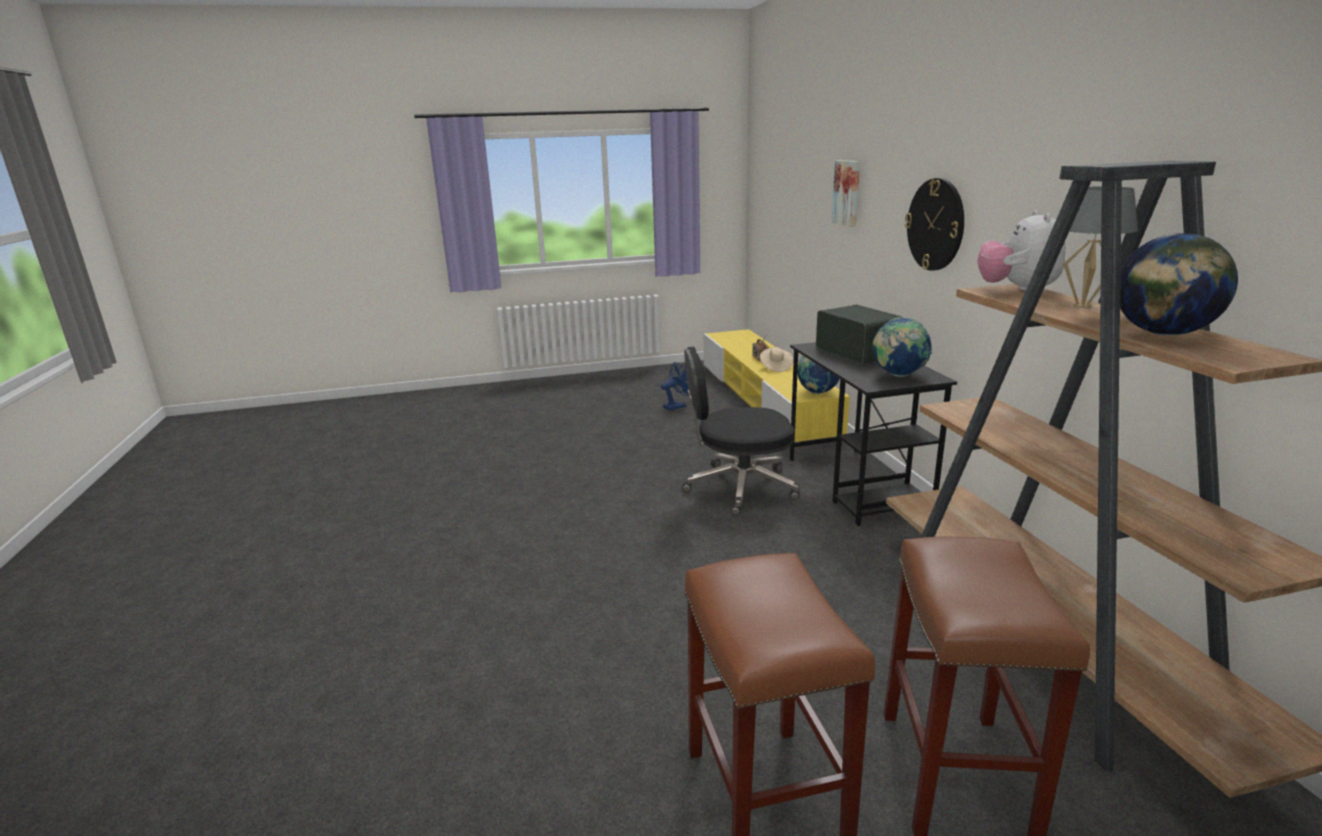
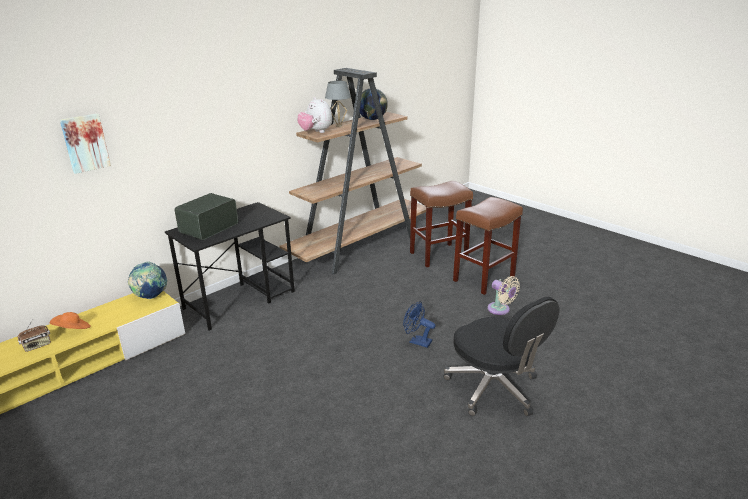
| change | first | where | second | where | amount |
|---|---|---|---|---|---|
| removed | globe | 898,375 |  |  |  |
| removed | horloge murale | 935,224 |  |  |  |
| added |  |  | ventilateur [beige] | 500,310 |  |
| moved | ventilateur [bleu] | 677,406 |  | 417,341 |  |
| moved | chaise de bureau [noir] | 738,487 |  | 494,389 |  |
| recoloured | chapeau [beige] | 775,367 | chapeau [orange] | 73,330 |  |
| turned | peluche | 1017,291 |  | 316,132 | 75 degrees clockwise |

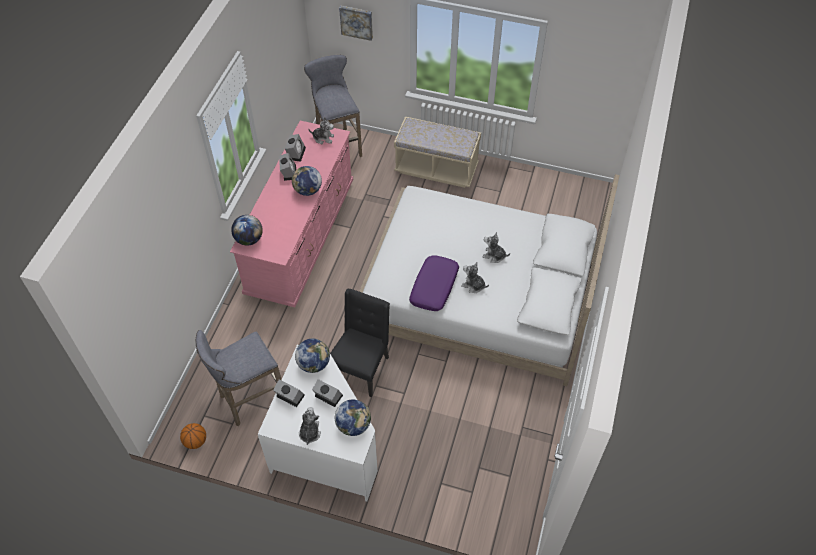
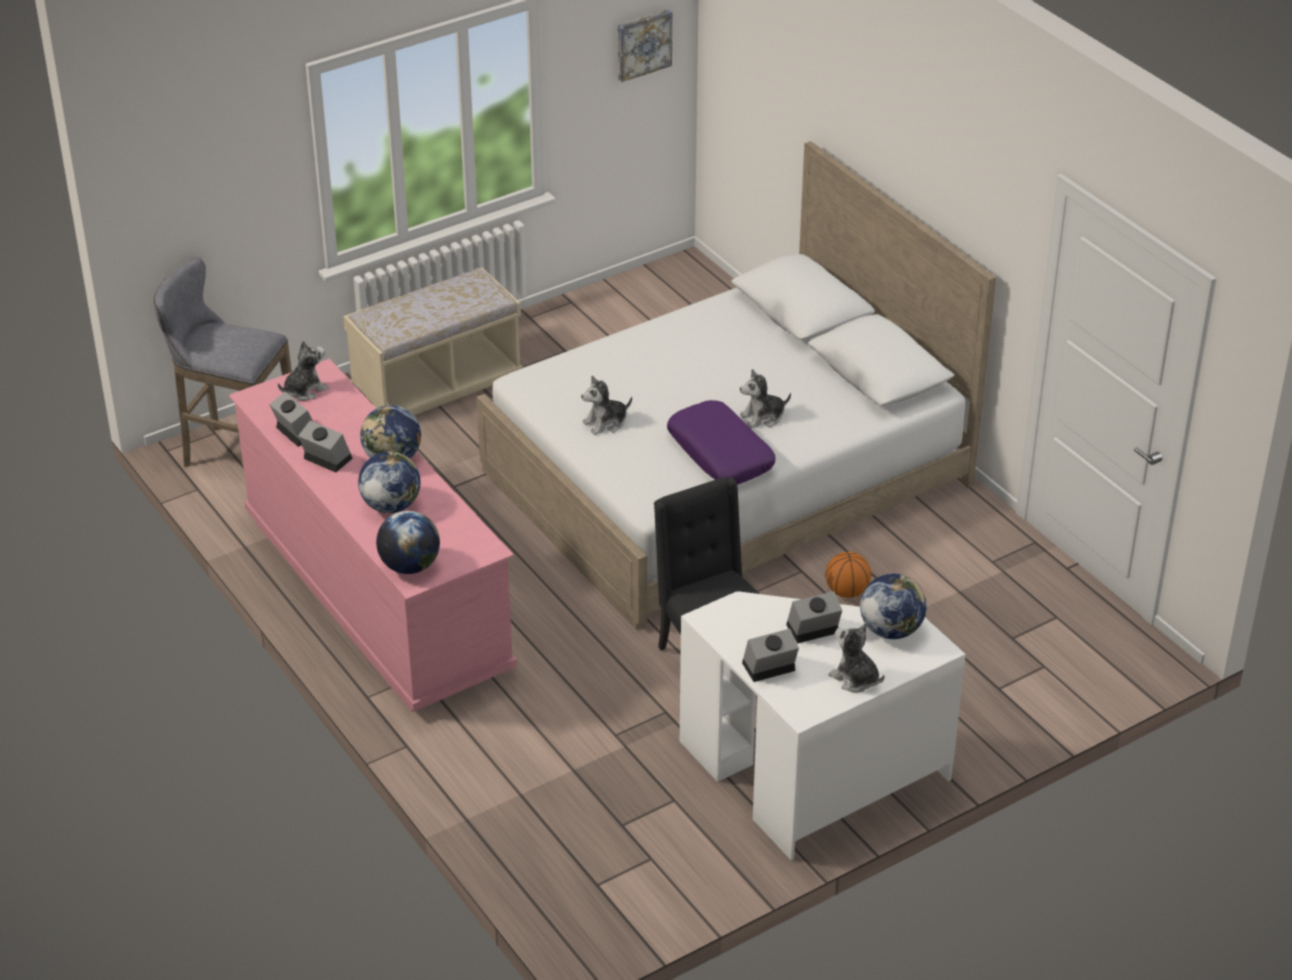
| change | first | where | second | where | amount |
|---|---|---|---|---|---|
| removed | tabouret [gris] | 250,400 |  |  |  |
| moved | ballon de basket | 195,441 |  | 846,592 |  |
| moved | globe | 314,364 |  | 391,505 |  |
| moved | tableau | 356,22 |  | 643,44 |  |
| moved | peluche | 494,256 |  | 606,423 |  |

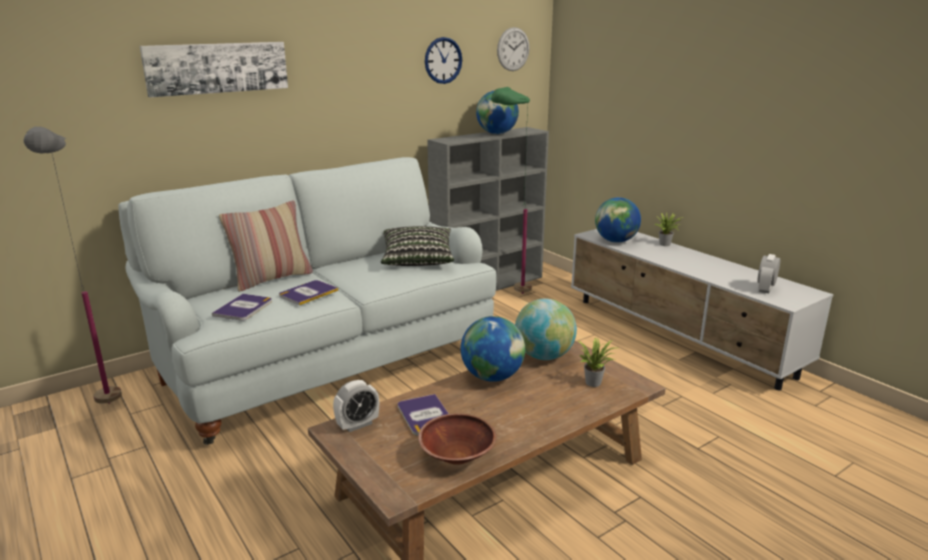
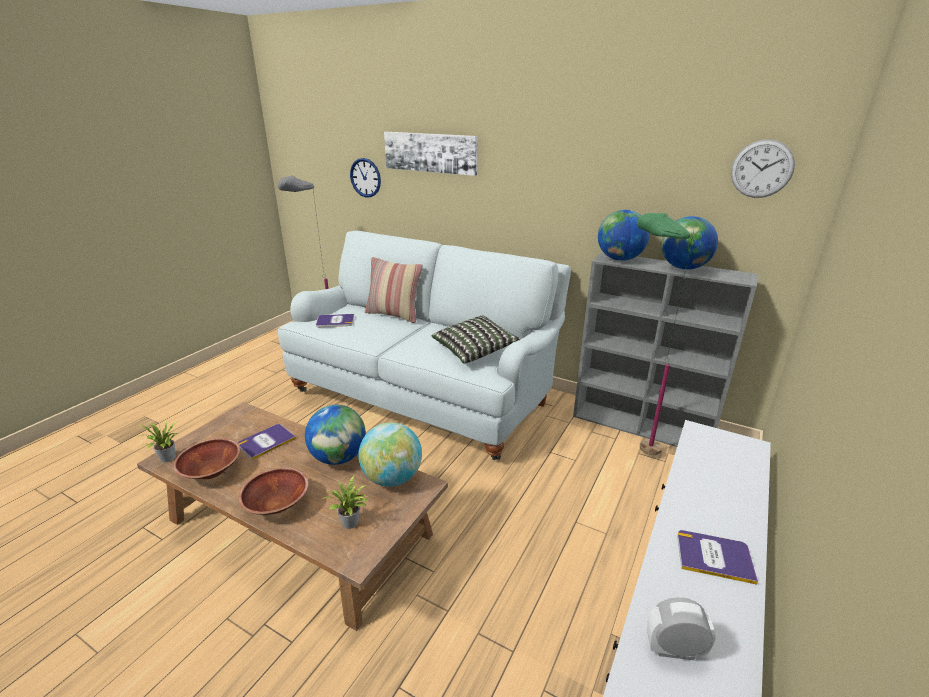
| change | first | where | second | where | amount |
|---|---|---|---|---|---|
| removed | réveil | 357,425 |  |  |  |
| added |  |  | bol [marron] | 277,504 |  |
| moved | livre | 308,293 |  | 714,557 |  |
| moved | horloge murale | 443,60 |  | 365,177 |  |
| moved | globe | 615,241 |  | 619,259 |  |
| moved | plante en pot | 666,244 |  | 167,459 |  |

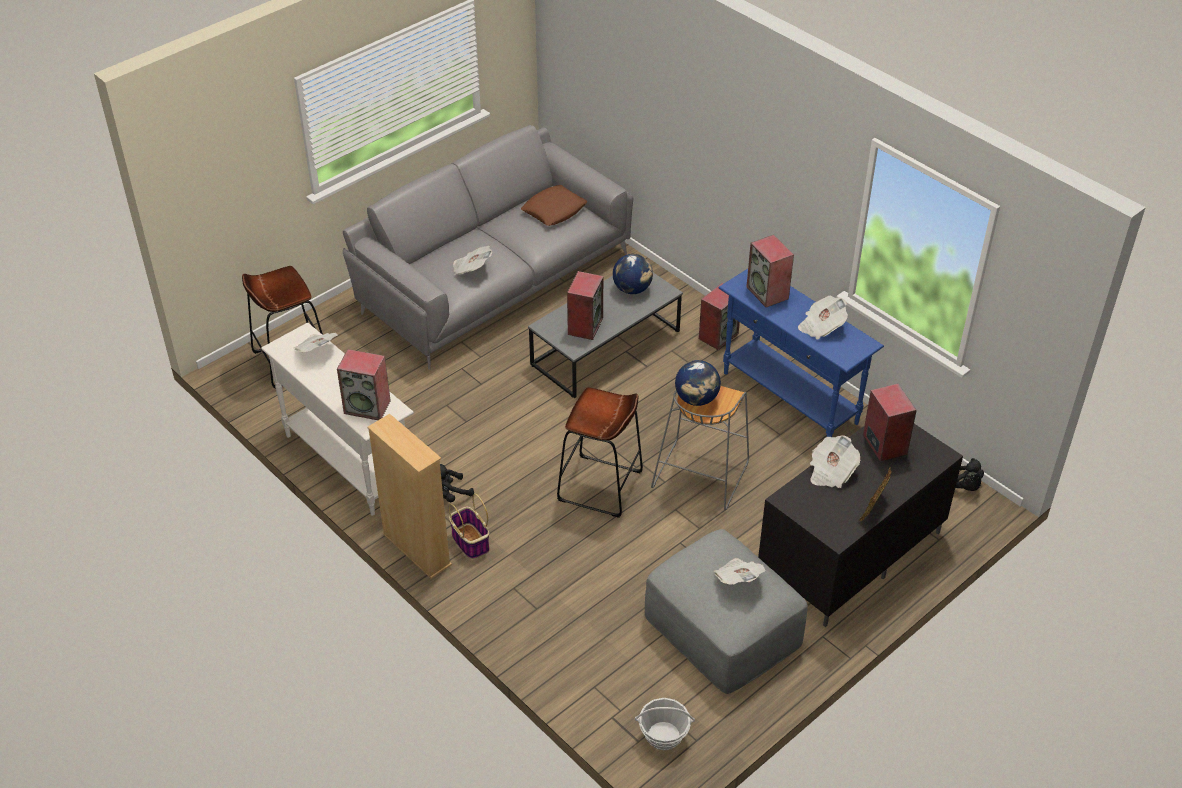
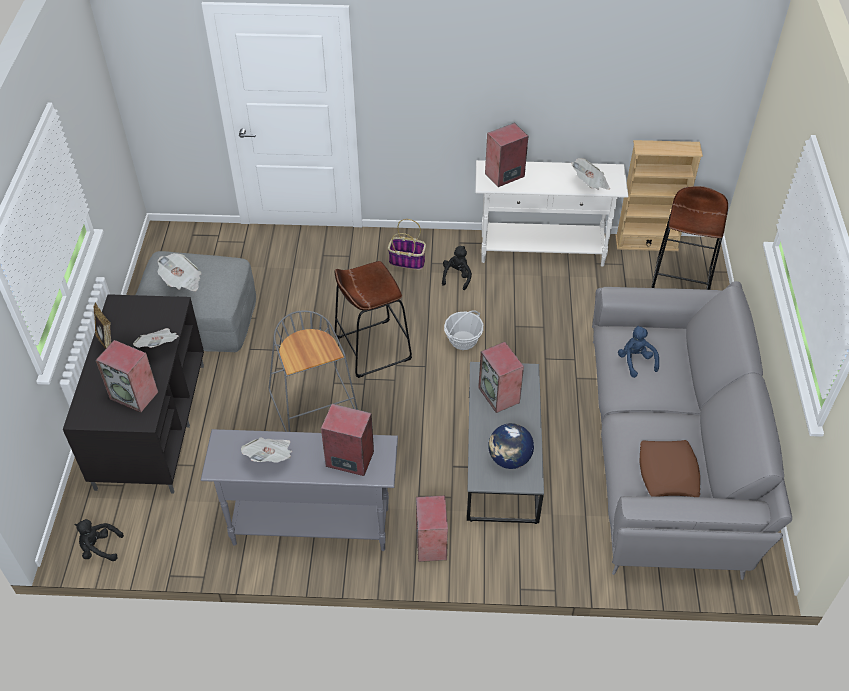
| change | first | where | second | where | amount |
|---|---|---|---|---|---|
| removed | globe | 696,399 |  |  |  |
| moved | bibliothèque [beige] | 416,549 |  | 646,243 |  |
| moved | panier | 663,736 |  | 463,340 |  |
| replaced | journal | 471,269 | peluche [bleu] | 636,361 |  |
| recoloured | table console [bleu] | 790,398 | table console [gris] | 310,526 |  |

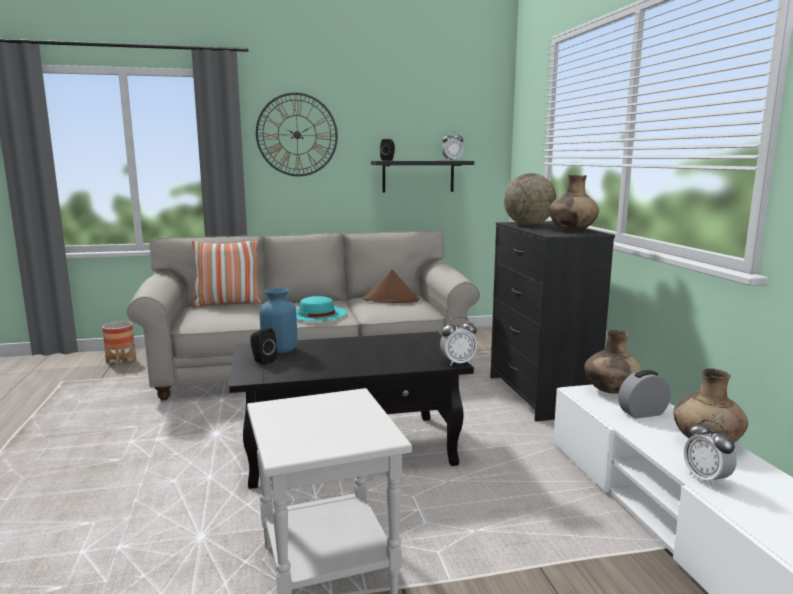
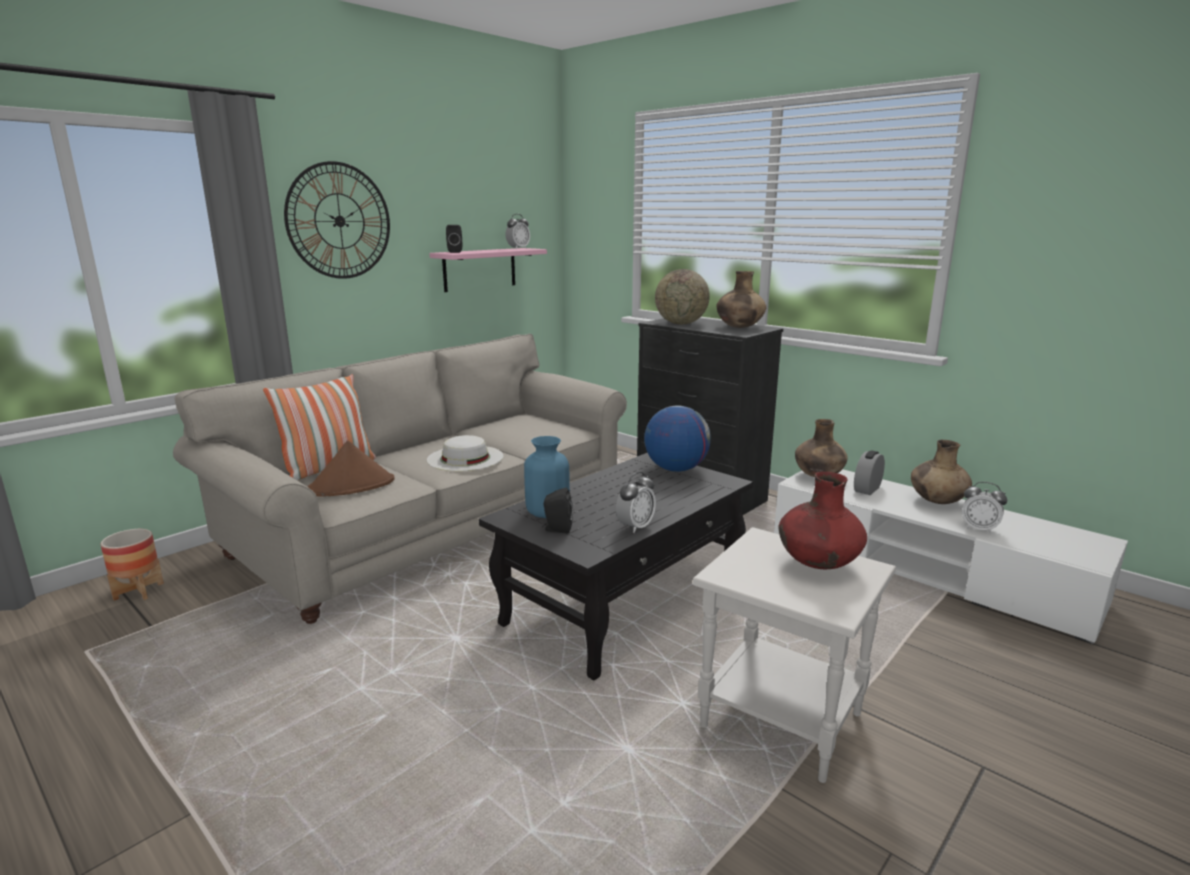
| change | first | where | second | where | amount |
|---|---|---|---|---|---|
| added |  |  | globe | 675,469 |  |
| added |  |  | vase [rouge] | 817,564 |  |
| moved | chapeau [marron] | 391,300 |  | 351,486 |  |
| moved | réveil | 458,363 |  | 635,527 |  |
| recoloured | chapeau [turquoise] | 316,313 | chapeau [blanc] | 465,458 |  |
| recoloured | étagère [noir] | 418,176 | étagère [rose] | 480,269 |  |

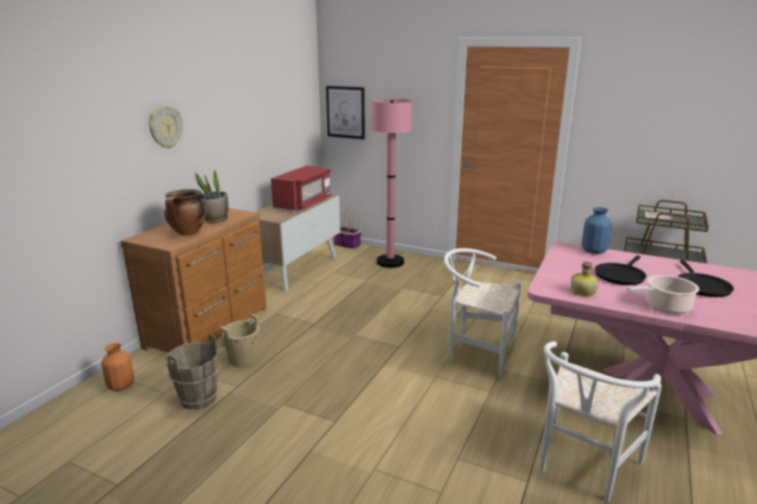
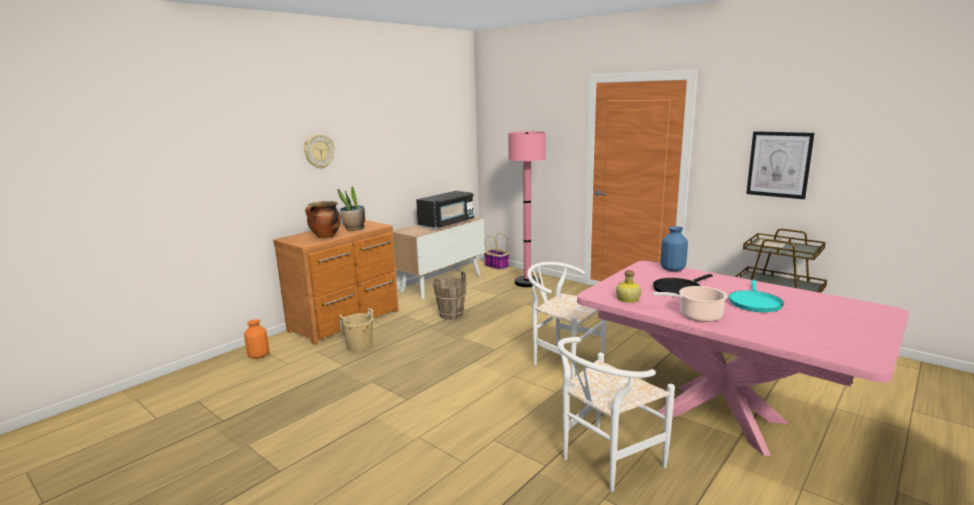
| change | first | where | second | where | amount |
|---|---|---|---|---|---|
| moved | seau [marron] | 198,399 |  | 451,315 |  |
| moved | tableau | 345,112 |  | 779,164 |  |
| recoloured | micro-ondes [rouge] | 303,204 | micro-ondes [noir] | 447,223 |  |
| recoloured | poêle [noir] | 701,286 | poêle [turquoise] | 754,303 |  |

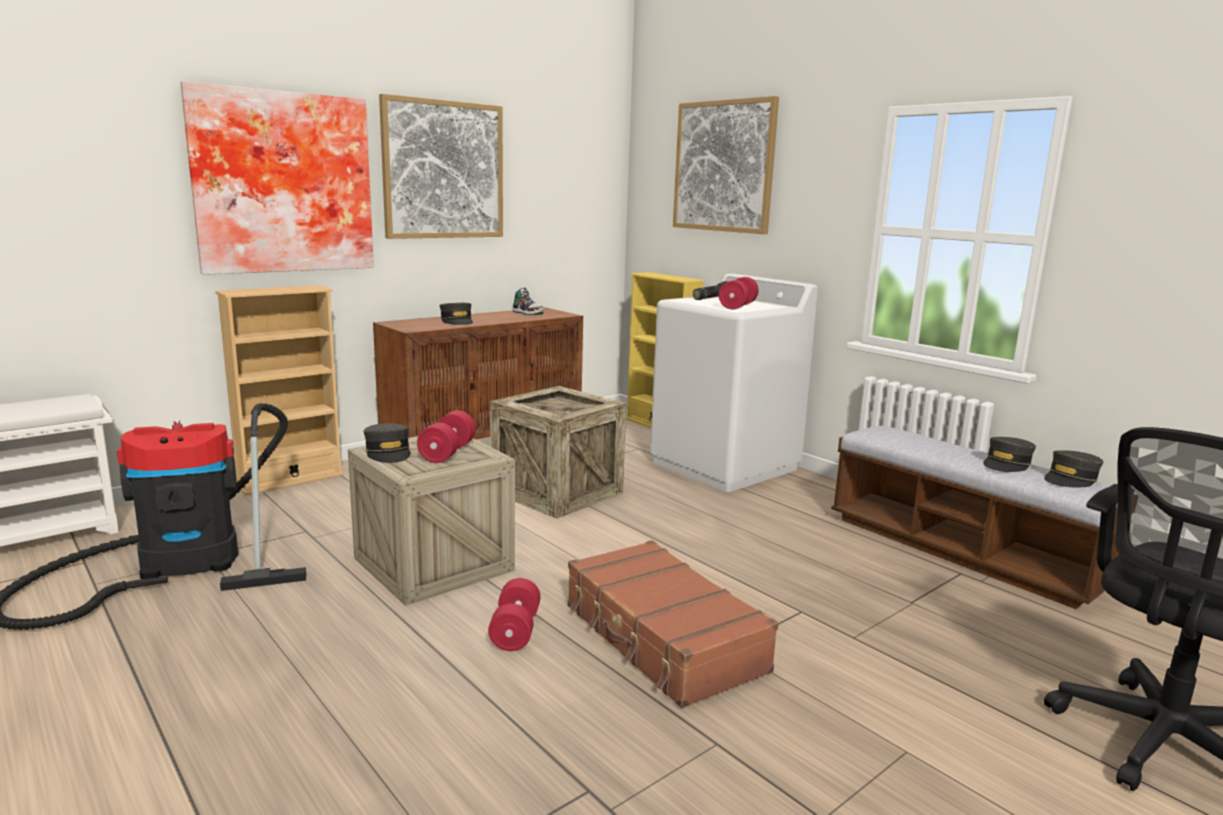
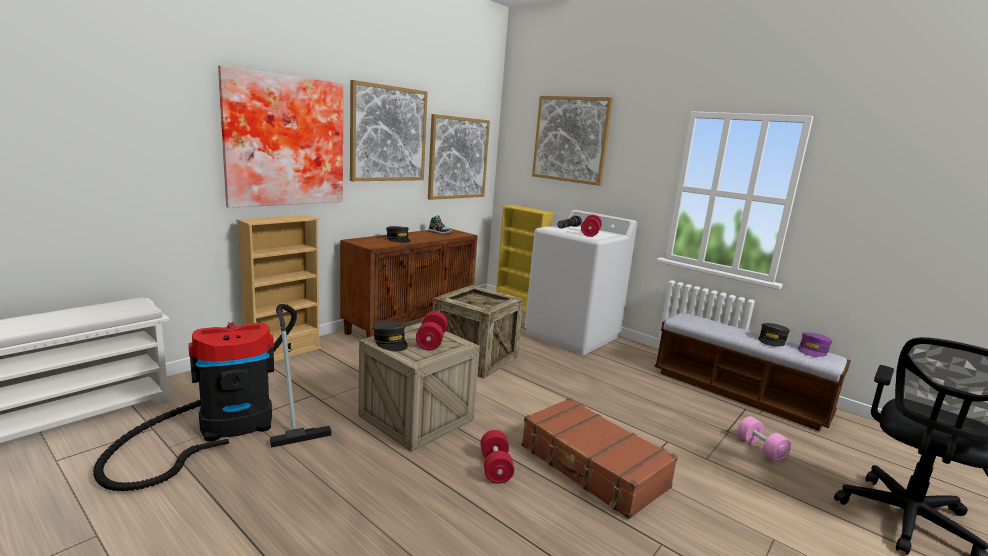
| change | first | where | second | where | amount |
|---|---|---|---|---|---|
| added |  |  | tableau | 458,158 |  |
| added |  |  | haltère [rose] | 760,449 |  |
| recoloured | casquette [gris] | 1071,479 | casquette [violet] | 813,350 |  |

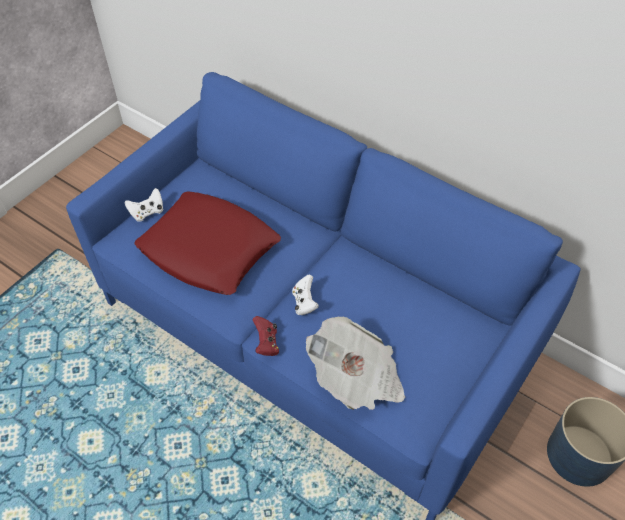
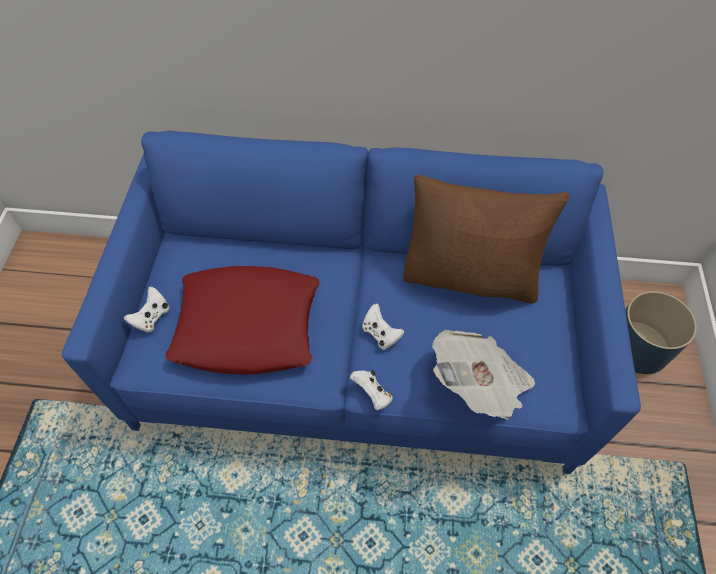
| change | first | where | second | where | amount |
|---|---|---|---|---|---|
| added |  |  | coussin [marron] | 470,276 |  |
| recoloured | manette [rouge] | 266,343 | manette [blanc] | 372,394 |  |

